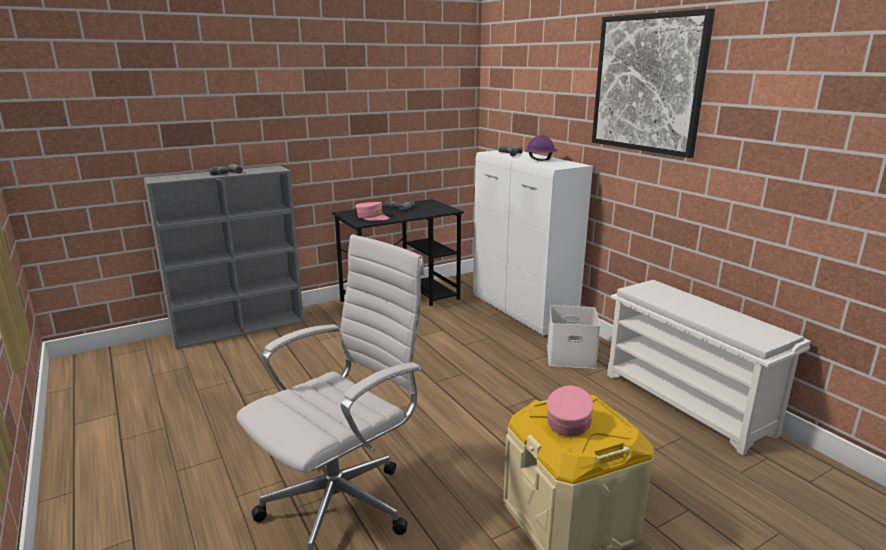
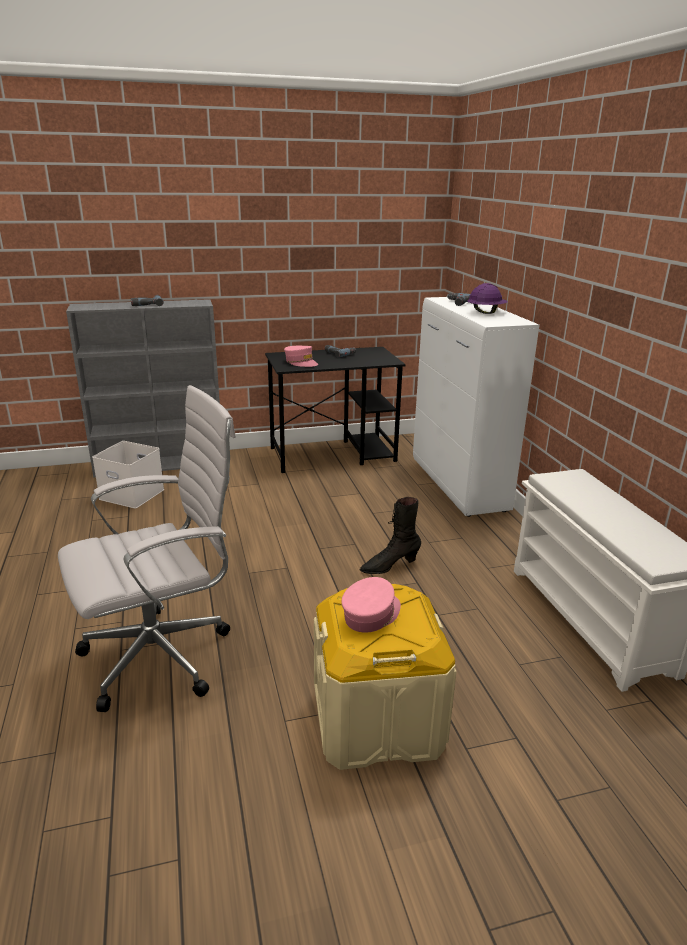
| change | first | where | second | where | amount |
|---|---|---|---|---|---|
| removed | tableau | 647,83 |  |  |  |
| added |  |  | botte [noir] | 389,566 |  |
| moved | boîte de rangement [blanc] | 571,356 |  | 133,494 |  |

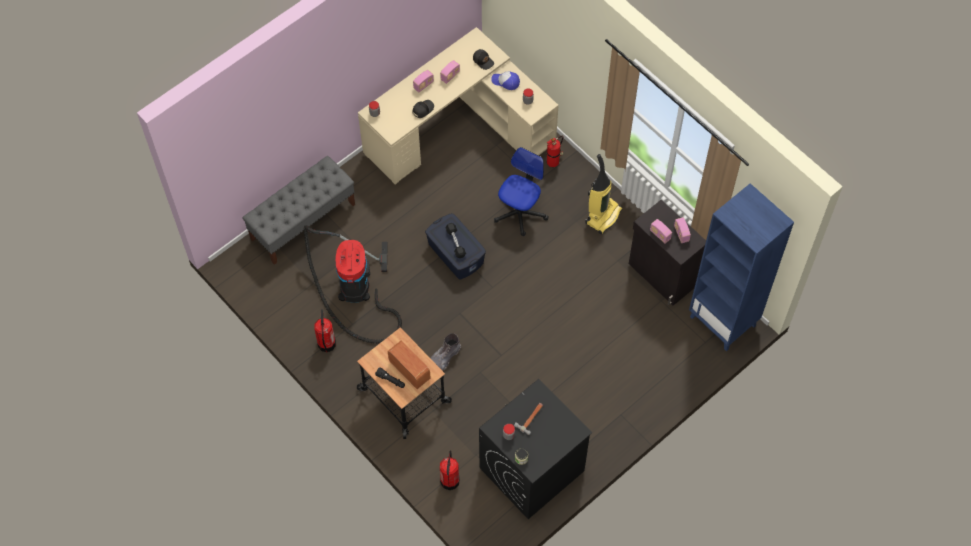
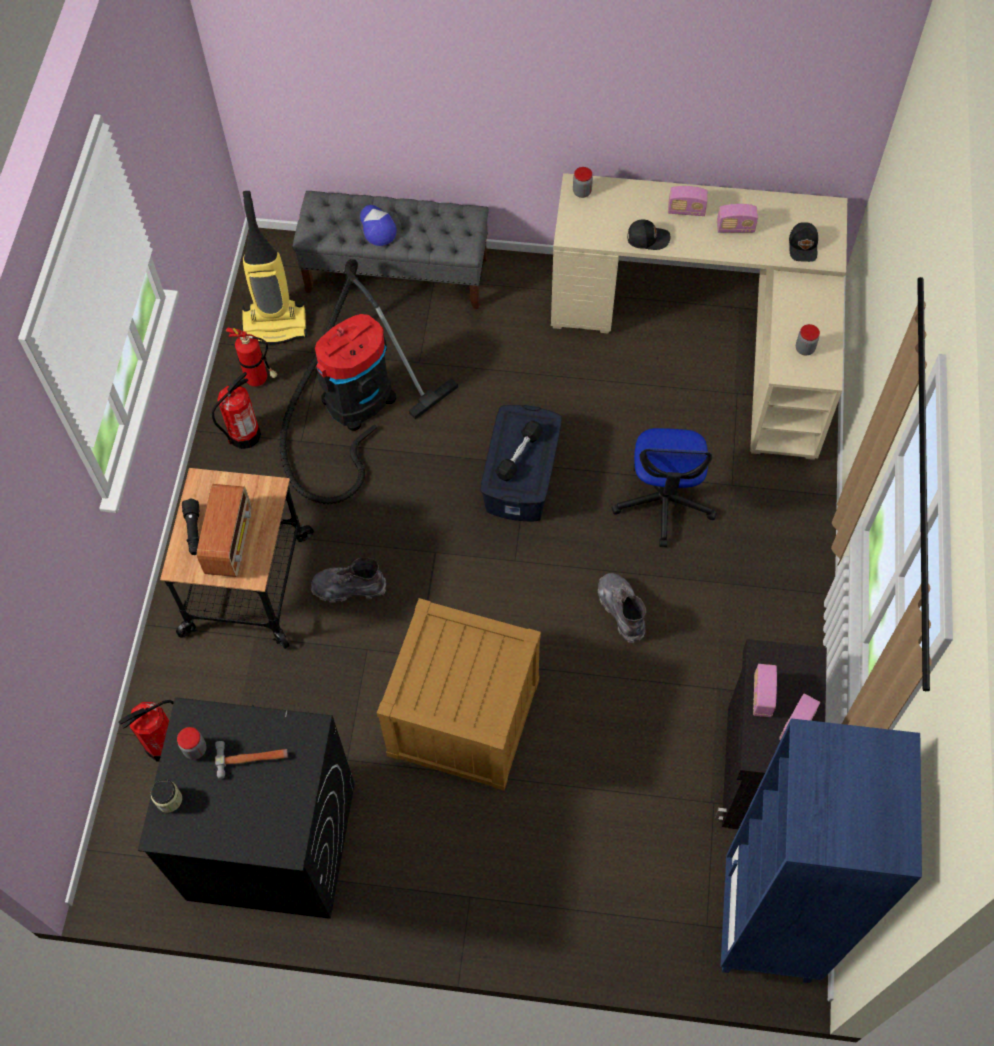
| change | first | where | second | where | amount |
|---|---|---|---|---|---|
| added |  |  | caisse | 463,717 |  |
| added |  |  | botte [gris] | 621,610 |  |
| moved | casquette | 506,82 |  | 377,227 |  |
| moved | extincteur | 554,162 |  | 259,380 |  |
| moved | aspirateur | 603,215 |  | 276,324 |  |
| turned | chaise de bureau | 520,212 |  | 664,503 | 105 degrees clockwise |

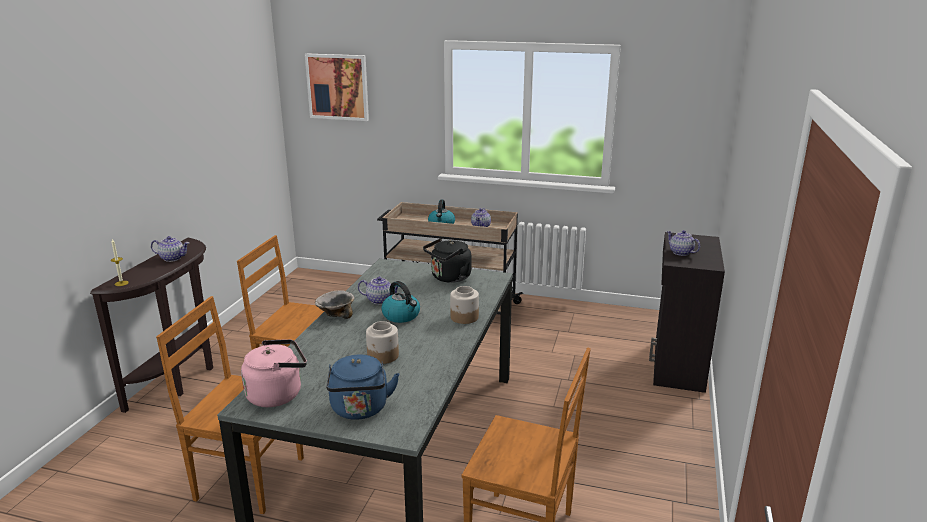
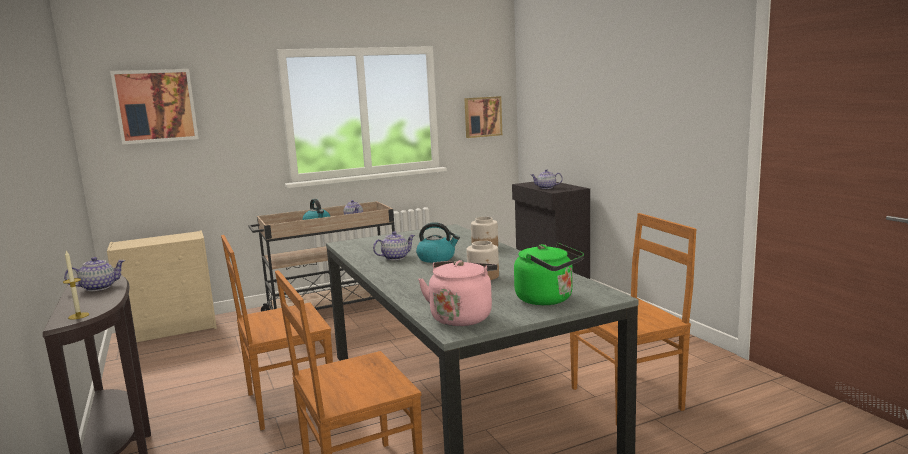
| change | first | where | second | where | amount |
|---|---|---|---|---|---|
| removed | bol | 335,314 |  |  |  |
| removed | bouilloire [noir] | 449,278 |  |  |  |
| added |  |  | commode [beige] | 172,330 |  |
| added |  |  | tableau | 482,117 |  |
| recoloured | bouilloire [bleu] | 360,410 | bouilloire [vert] | 548,299 |  |

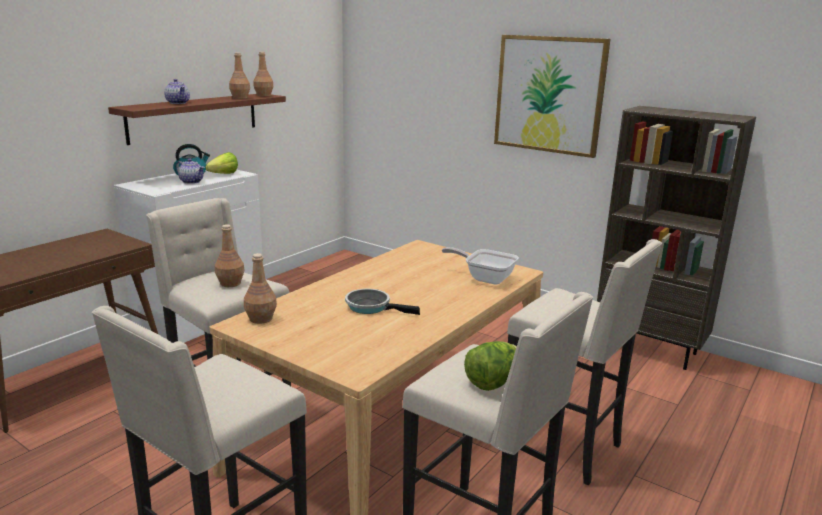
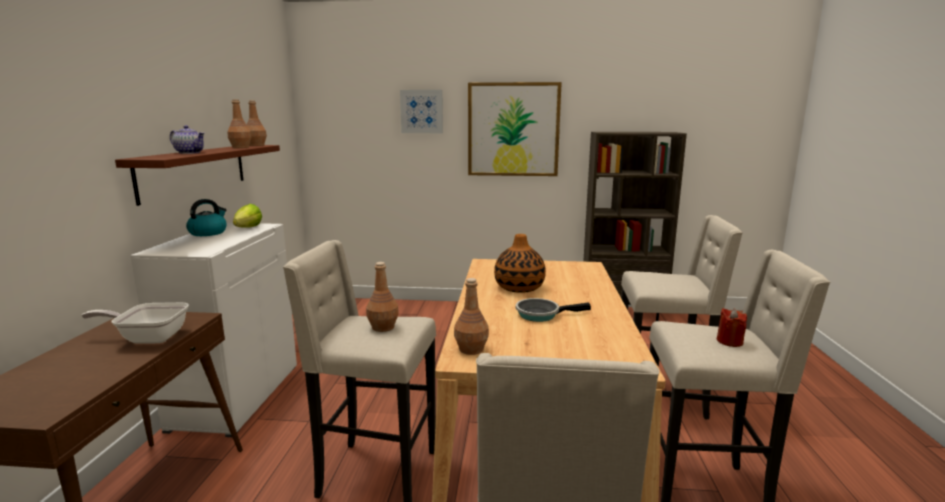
| change | first | where | second | where | amount |
|---|---|---|---|---|---|
| removed | théière | 192,181 |  |  |  |
| added |  |  | tableau | 421,111 |  |
| added |  |  | vase | 519,287 |  |
| moved | poêle | 485,278 |  | 148,338 |  |
| replaced | laitue | 493,382 | bougie [rouge] | 729,341 |  |

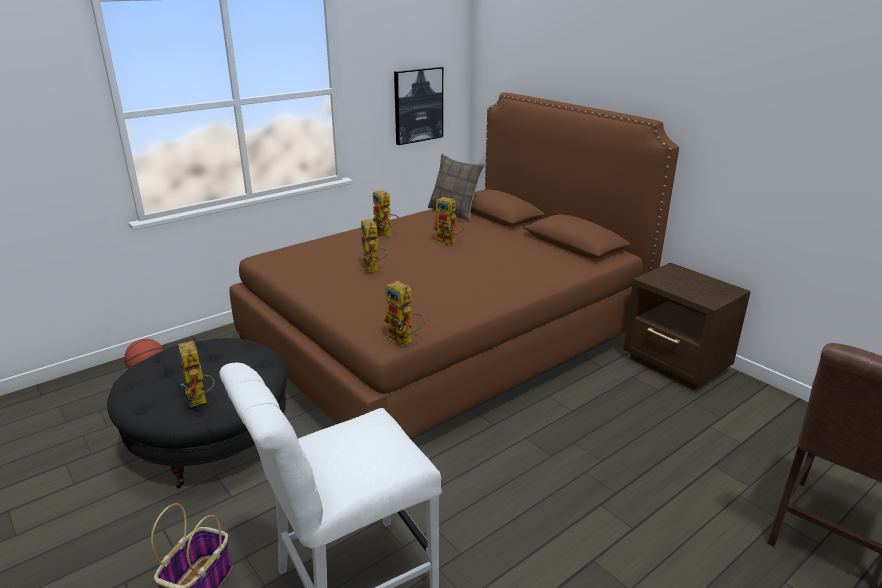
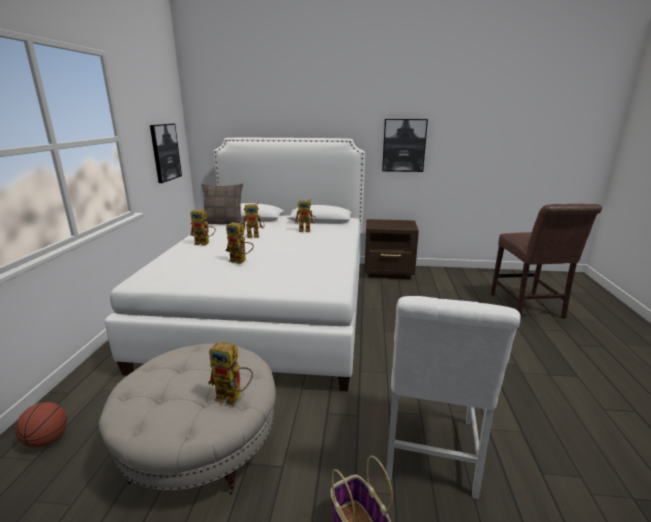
| change | first | where | second | where | amount |
|---|---|---|---|---|---|
| added |  |  | tableau | 404,145 |  |
| moved | robot jouet | 404,341 |  | 307,230 |  |
| recoloured | pouf [noir] | 211,439 | pouf [beige] | 200,445 |  |
| recoloured | lit [marron] | 447,341 | lit [blanc] | 270,306 |  |

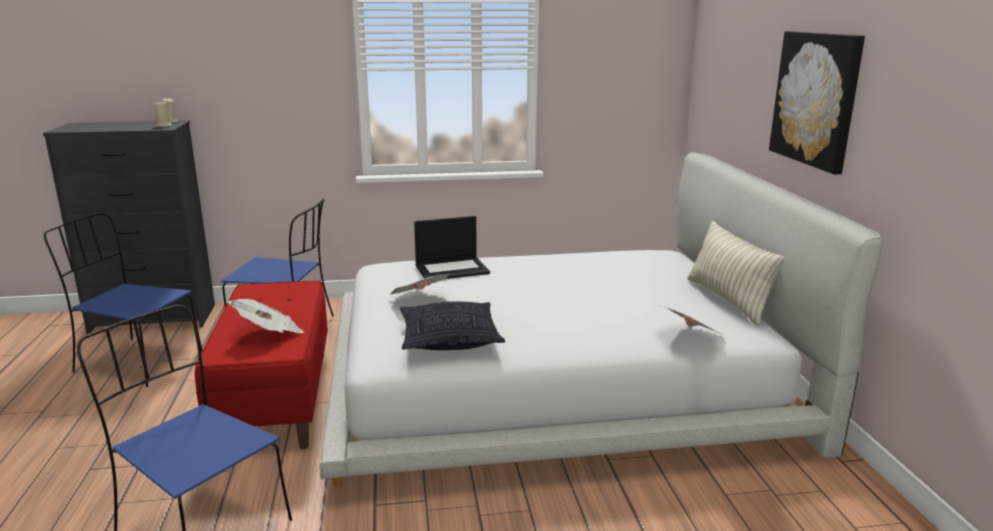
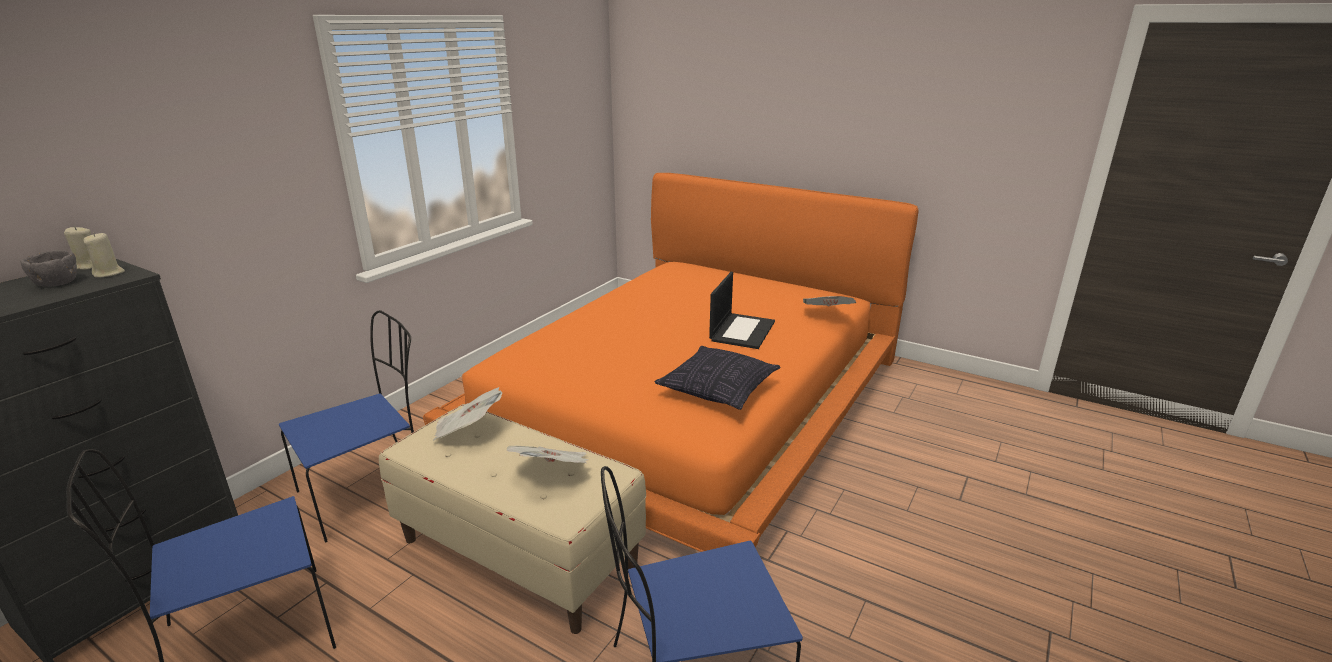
| change | first | where | second | where | amount |
|---|---|---|---|---|---|
| removed | coussin | 728,300 |  |  |  |
| removed | tableau | 815,99 |  |  |  |
| added |  |  | bol [gris] | 57,283 |  |
| moved | journal | 420,299 |  | 468,430 |  |
| moved | ordinateur portable | 452,269 |  | 742,330 |  |
| recoloured | banc [rouge] | 277,399 | banc [beige] | 519,552 |  |
| recoloured | lit [blanc] | 555,379 | lit [orange] | 691,399 |  |

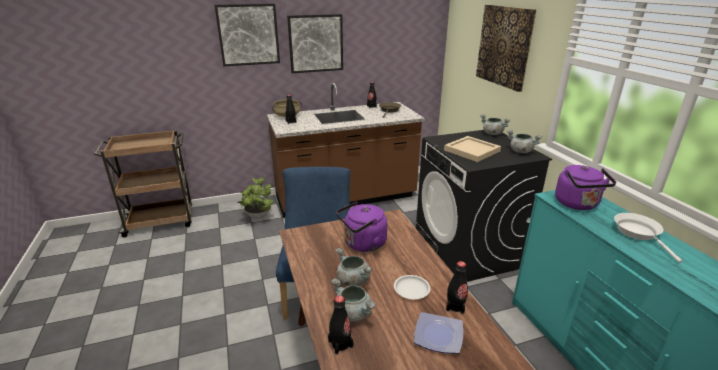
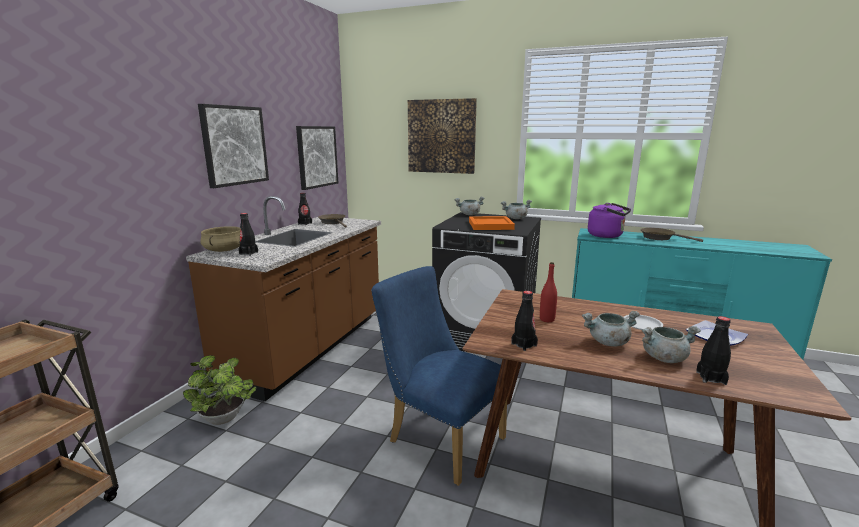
| change | first | where | second | where | amount |
|---|---|---|---|---|---|
| moved | tableau | 248,34 |  | 317,156 |  |
| moved | bouteille [noir] | 455,306 |  | 524,345 |  |
| replaced | bouilloire [violet] | 363,244 | bouteille [rouge] | 547,319 |  |
| recoloured | plateau [beige] | 471,150 | plateau [orange] | 490,225 |  |
| recoloured | poêle [blanc] | 639,233 | poêle [marron] | 660,238 |  |

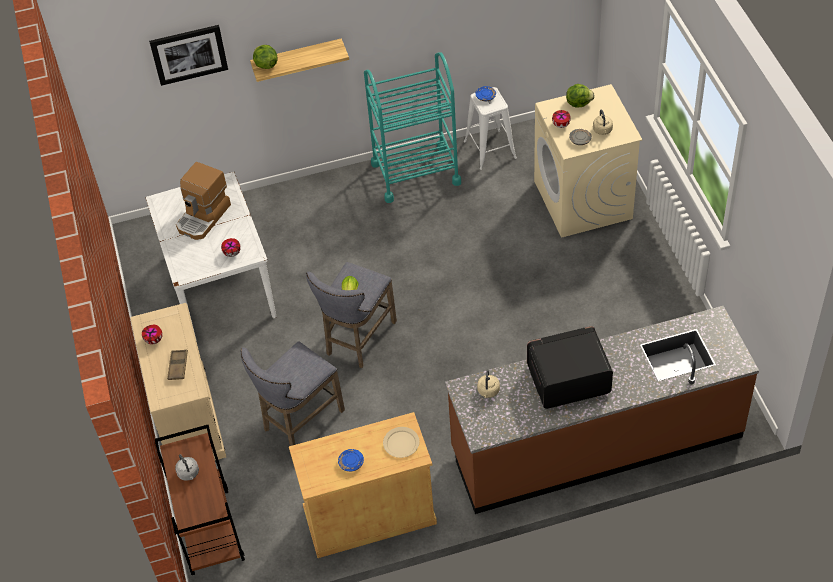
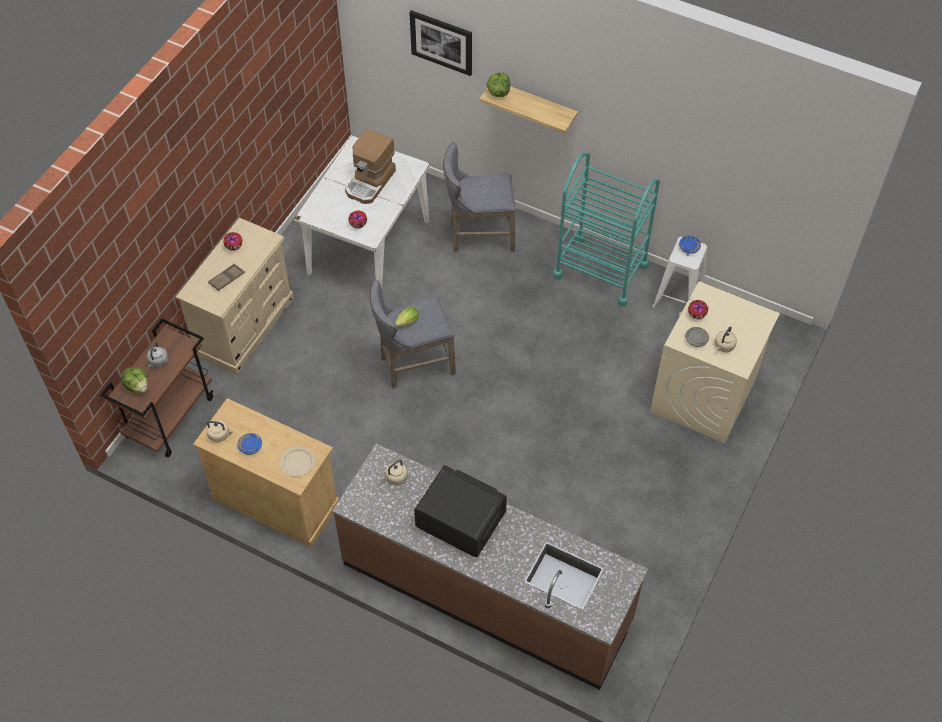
| change | first | where | second | where | amount |
|---|---|---|---|---|---|
| added |  |  | bouilloire [beige] | 220,435 |  |
| moved | tabouret [gris] | 299,421 |  | 478,236 |  |
| moved | laitue | 578,103 |  | 137,386 |  |
| turned | machine à café | 204,217 |  | 370,182 | 45 degrees counterclockwise |

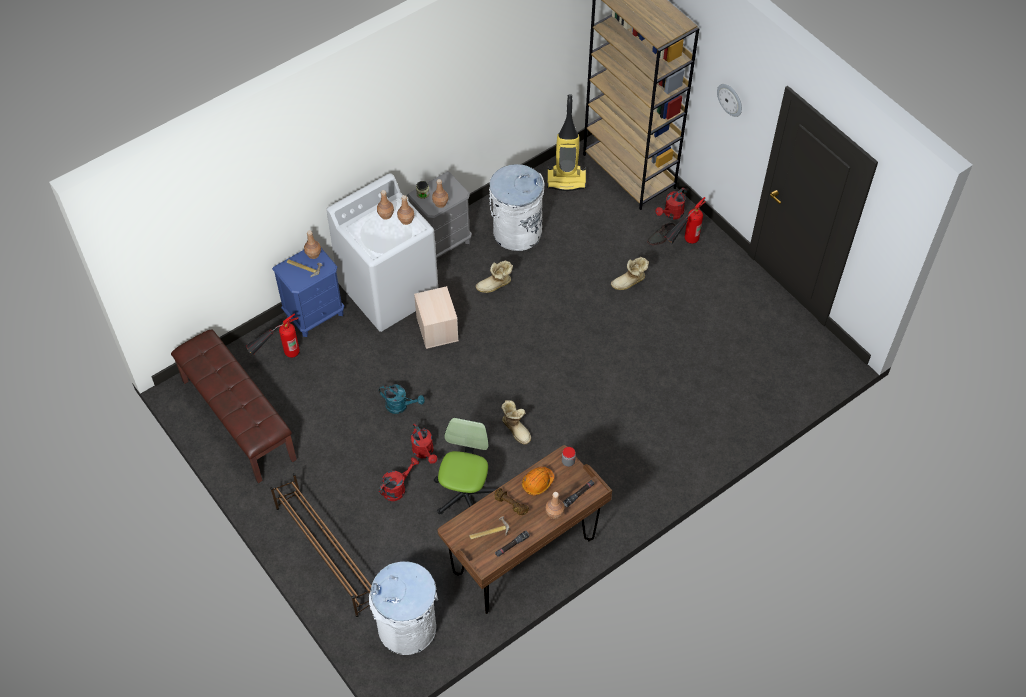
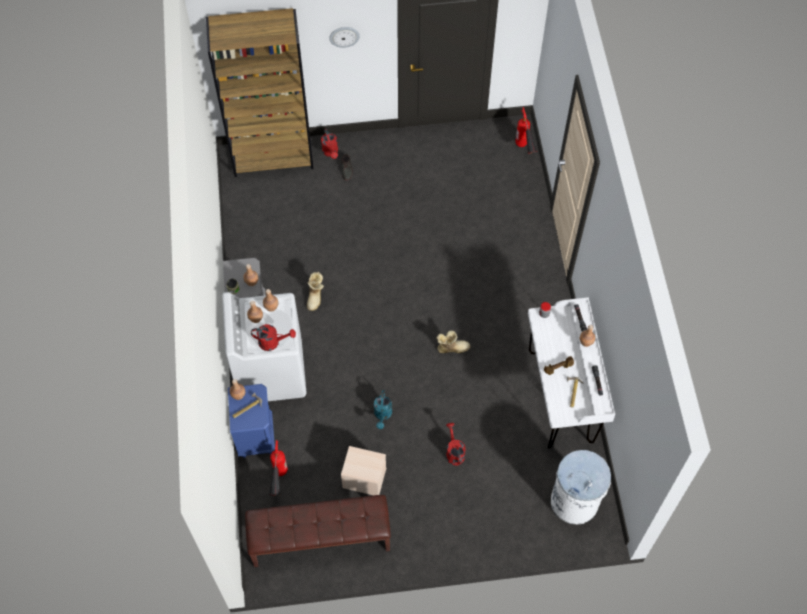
| change | first | where | second | where | amount |
|---|---|---|---|---|---|
| removed | étagère à chaussures [marron] | 327,553 |  |  |  |
| removed | chaise de bureau | 465,494 |  |  |  |
| removed | poubelle [blanc] | 517,231 |  |  |  |
| removed | casque de chantier [orange] | 537,483 |  |  |  |
| removed | aspirateur | 566,180 |  |  |  |
| removed | botte | 629,282 |  |  |  |
| moved | arrosoir [rouge] | 424,452 |  | 273,342 |  |
| moved | boîte de rangement [beige] | 436,328 |  | 363,478 |  |
| moved | extincteur | 682,245 |  | 524,151 |  |
| recoloured | bureau [marron] | 524,558 | bureau [blanc] | 560,397 |  |
| turned | arrosoir [turquoise] | 400,406 |  | 383,415 | 135 degrees clockwise |

